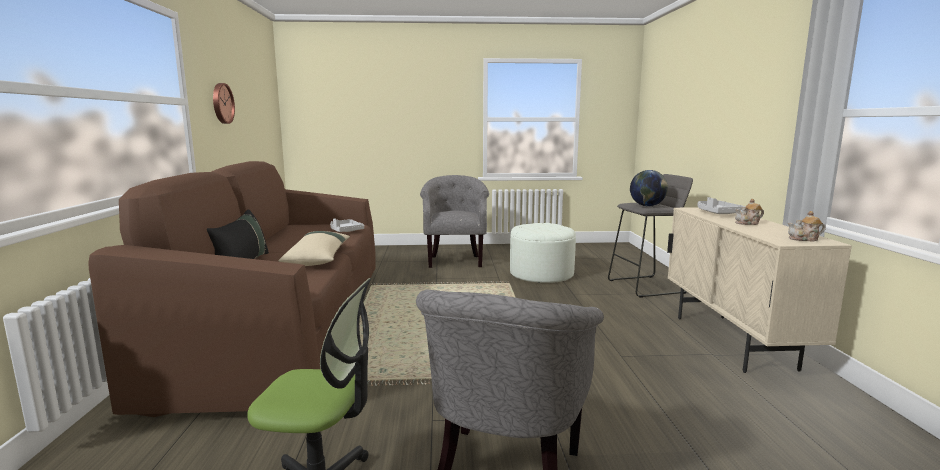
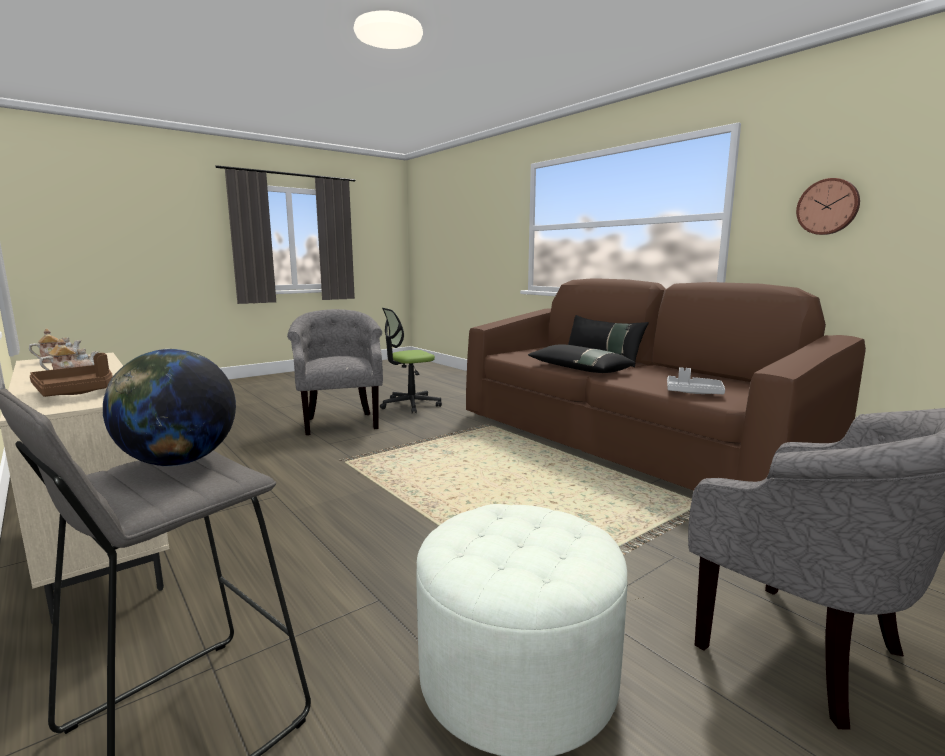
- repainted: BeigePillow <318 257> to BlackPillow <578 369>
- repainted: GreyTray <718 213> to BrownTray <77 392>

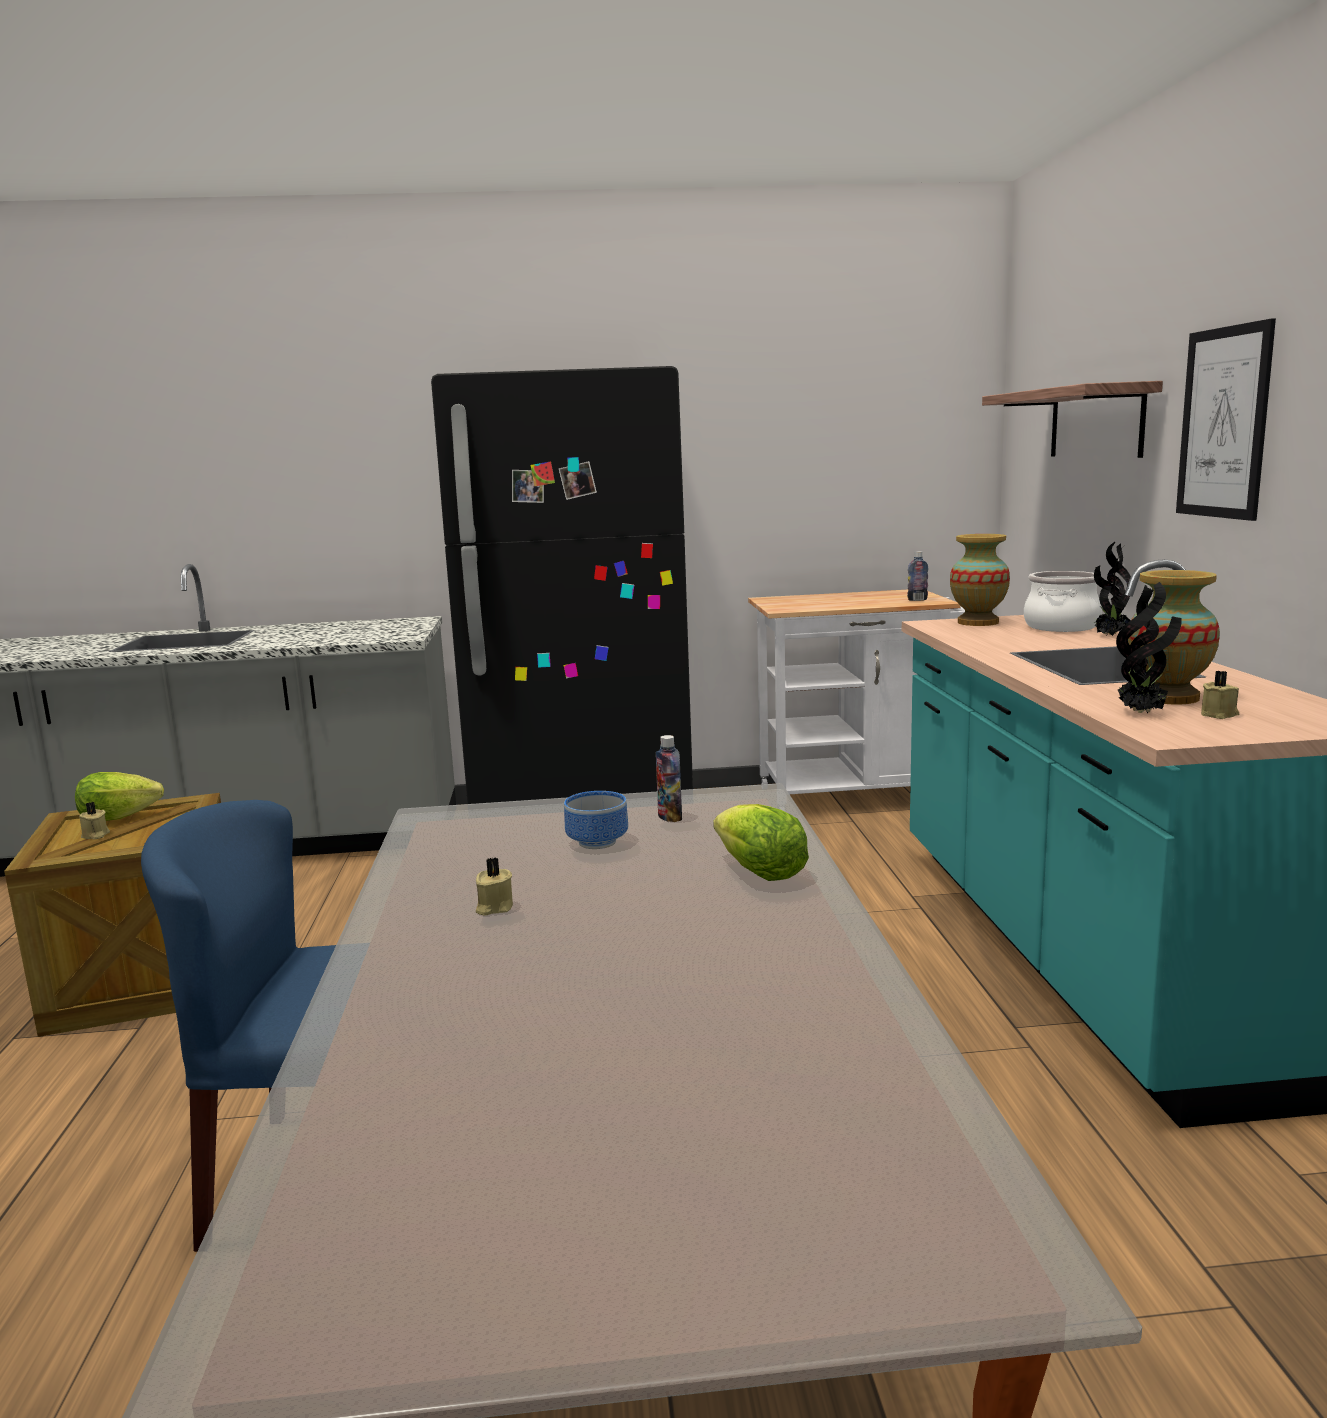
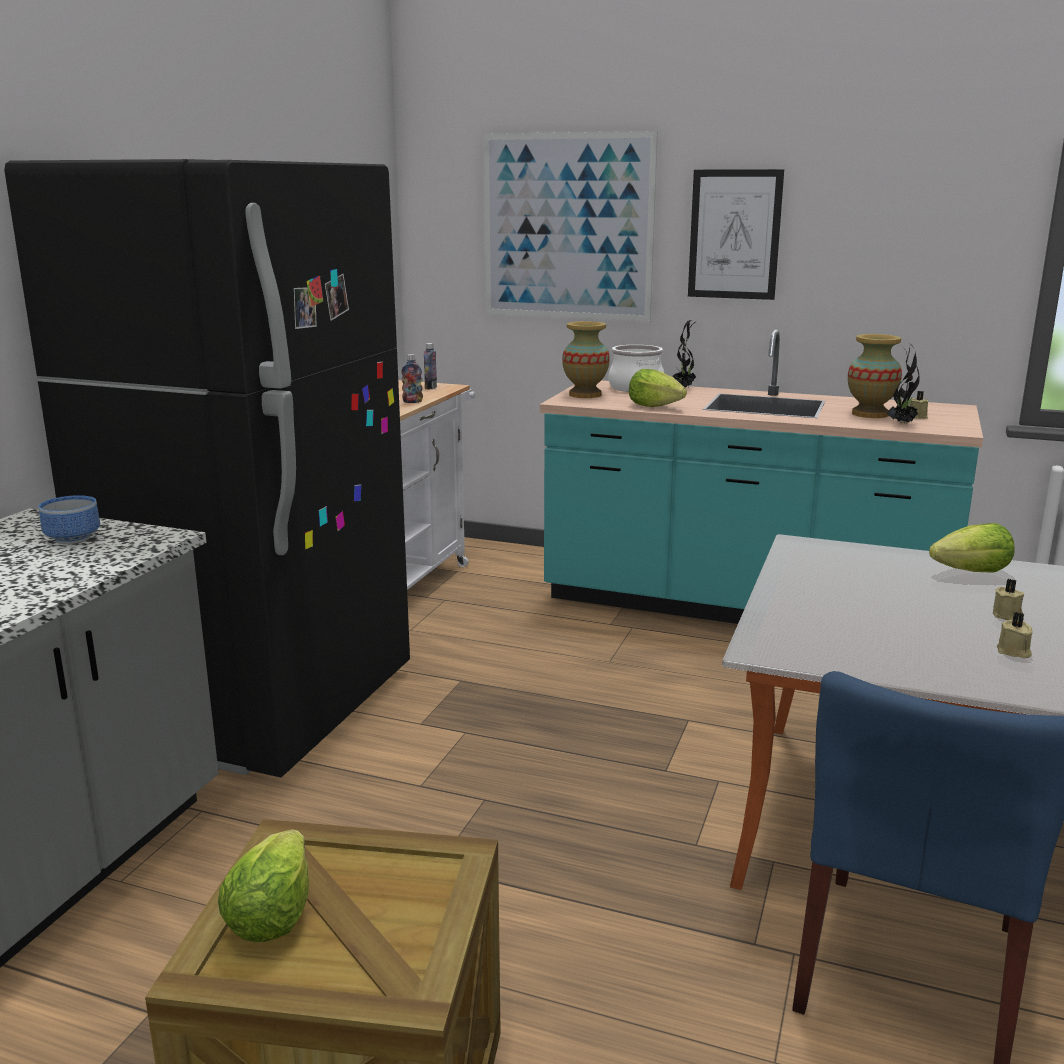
- shifted: BeigeCandle <95 835> to <1007 615>
- shifted: Bowl <600 842> to <75 538>
- shifted: Bottle <670 817> to <412 402>
- swapped: Shelf <1096 422> to Picture <567 227>
- new: Lettuce <654 406>

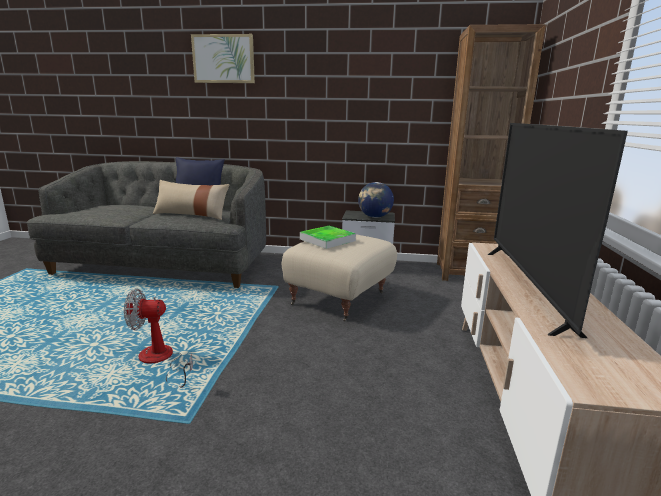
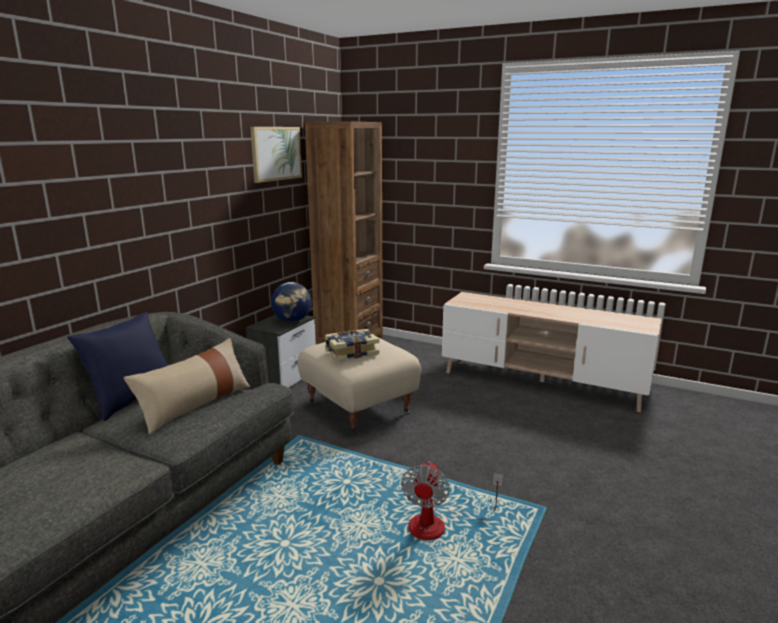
- shifted: Picture <223 59> to <276 153>
- swapped: Tray <327 240> to Book <351 352>
- gone: Television <526 286>

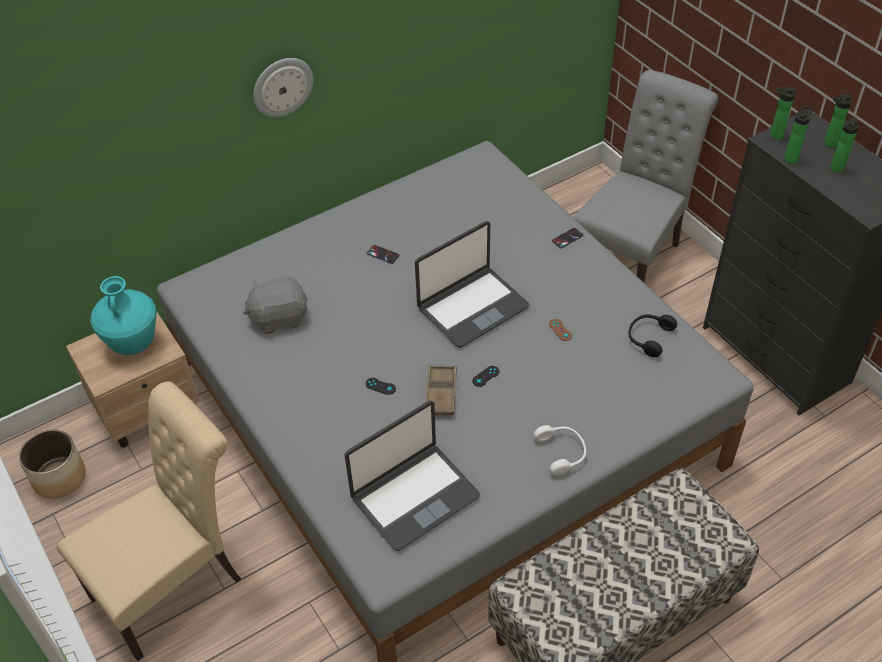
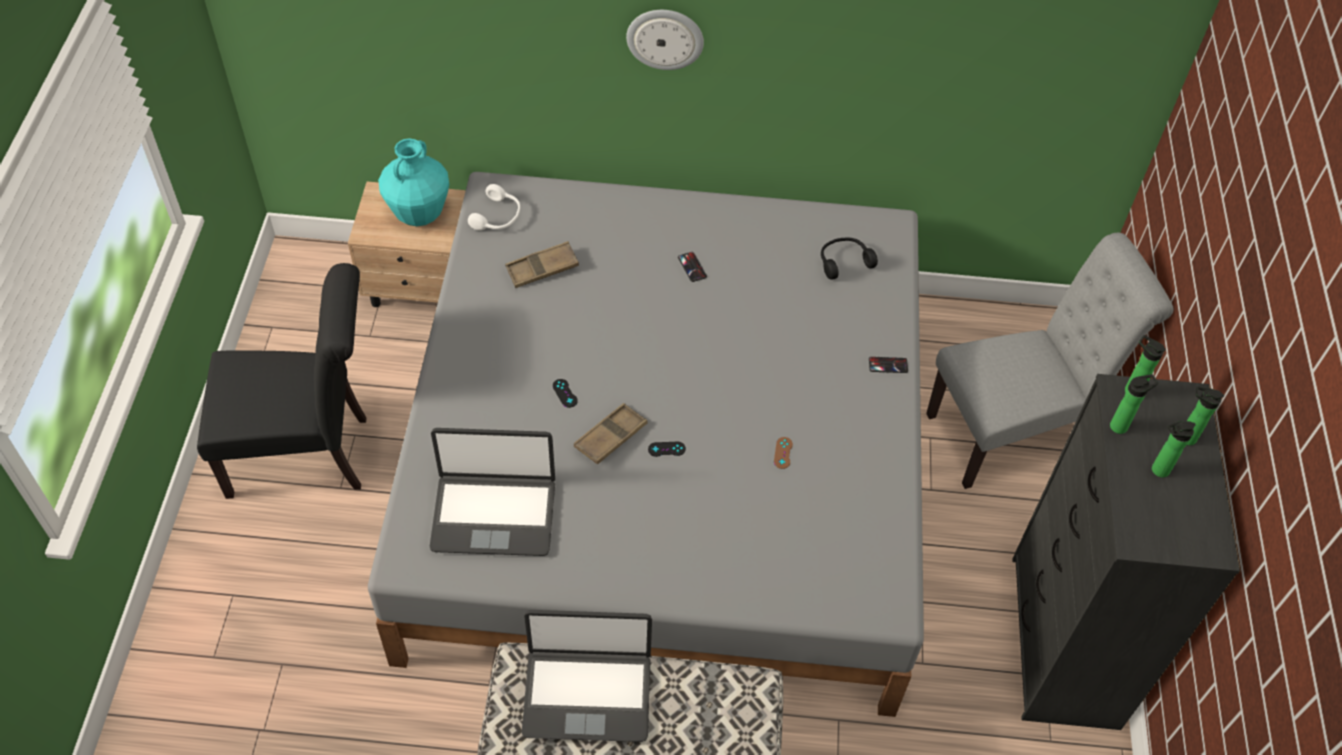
- gone: Planter <59 477>
- repainted: BeigeChair <175 583> to BlackChair <308 455>
- swapped: GreyPlushToy <279 317> to BrownTray <542 268>
- shifted: Laptop <472 307> to <587 694>
- shifted: WhiteHeadphones <562 452> to <498 217>
- shifted: BlackHeadphones <648 337> to <844 261>

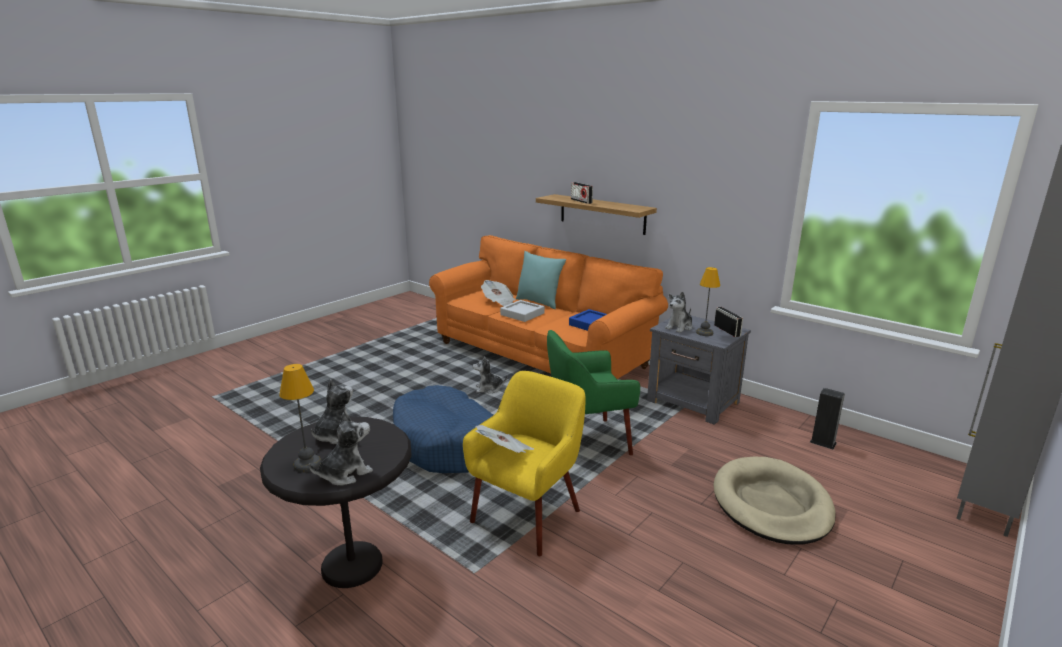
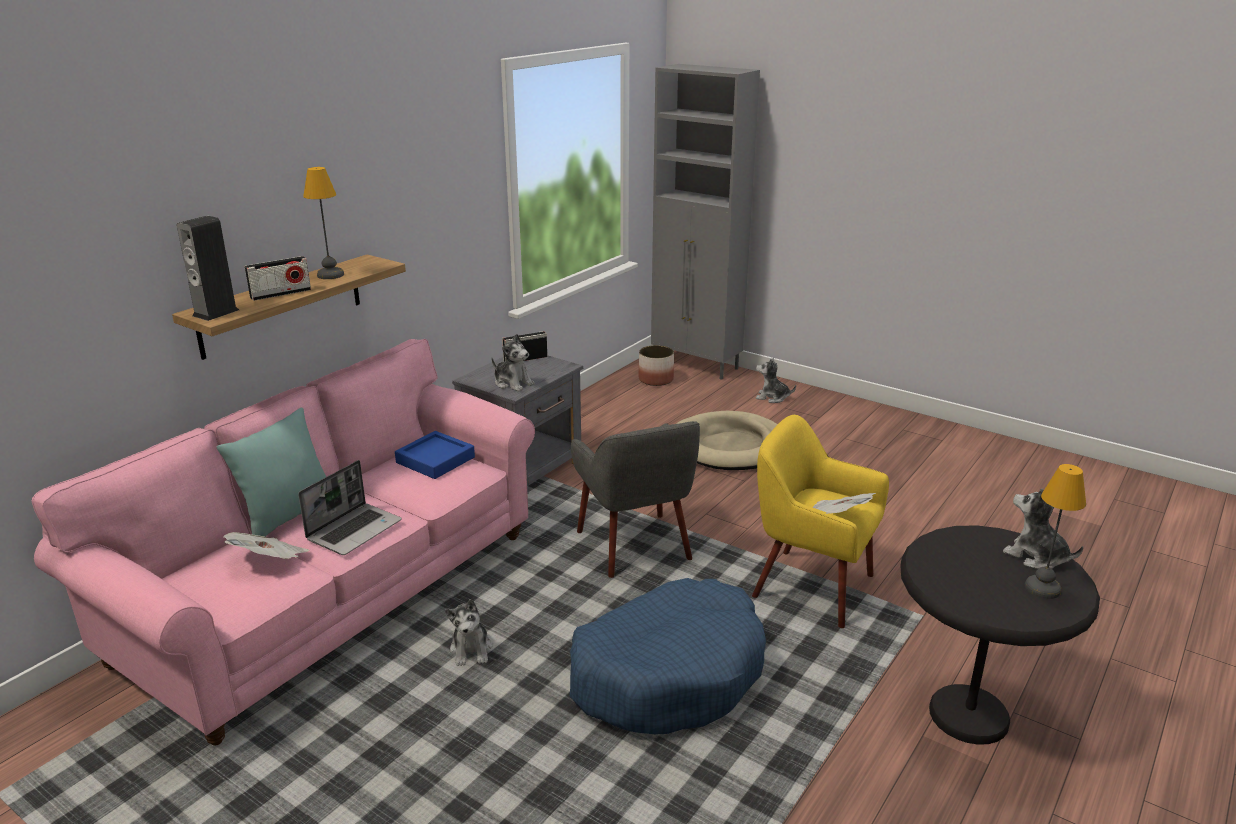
- shifted: PlushToy <335 435> to <772 397>
- repainted: OrangeSofa <541 355> to PinkSofa <333 597>
- swapped: GreyTray <522 314> to Laptop <354 530>
- repainted: GreenArmchair <587 441> to GreyArmchair <635 546>
- shifted: TableLamp <704 333> to <331 275>
- shifted: Speaker <823 442> to <216 313>
- new: Planter <655 379>

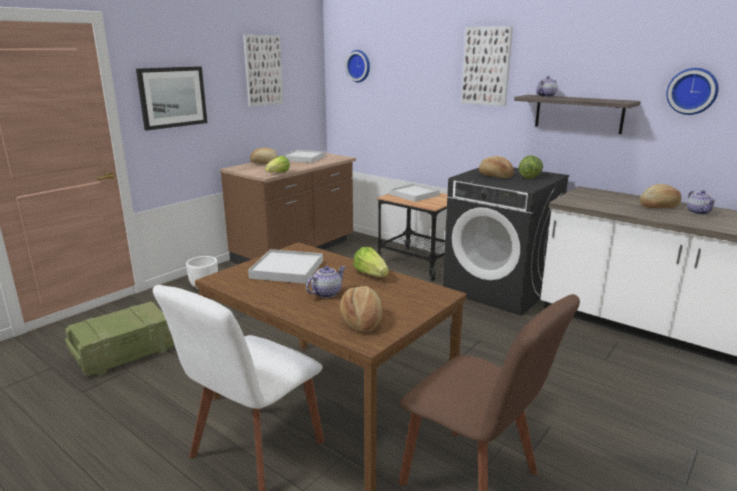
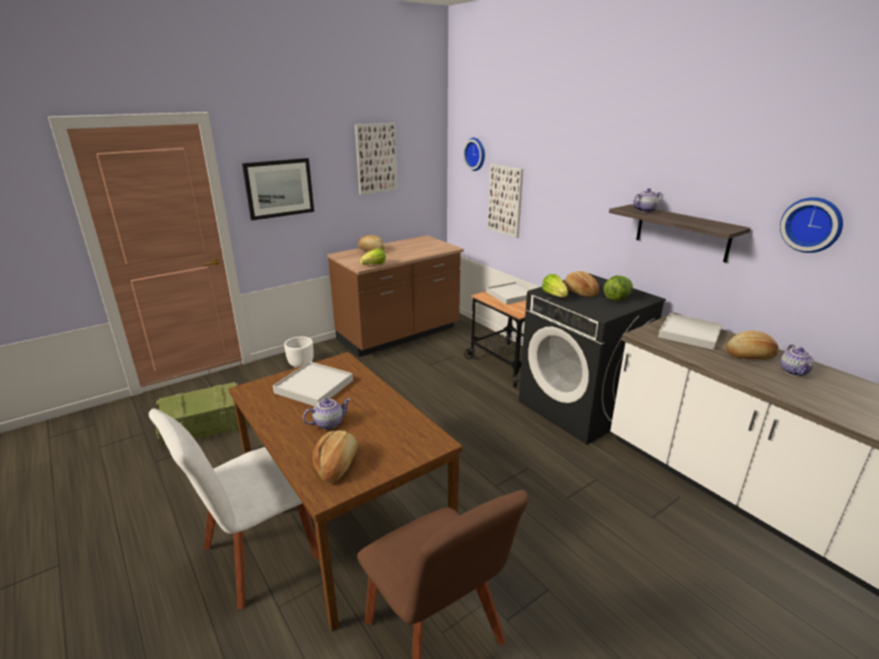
- shifted: WhiteTray <303 158> to <689 333>
- shifted: Lettuce <371 275> to <554 295>
- shifted: Picture <486 66> to <505 200>

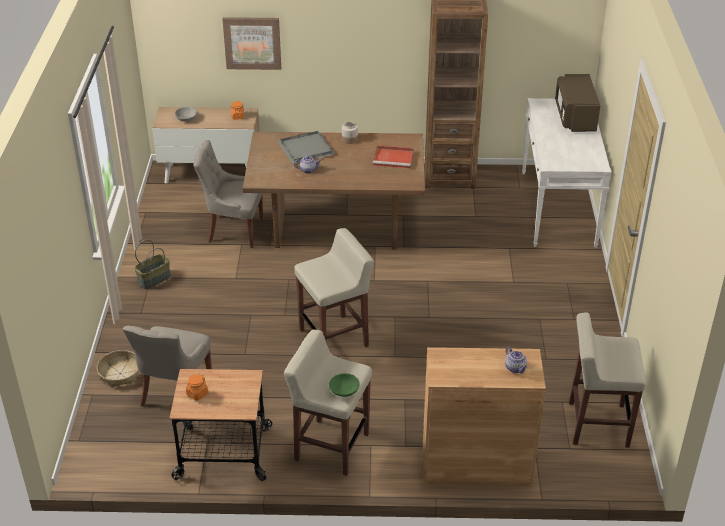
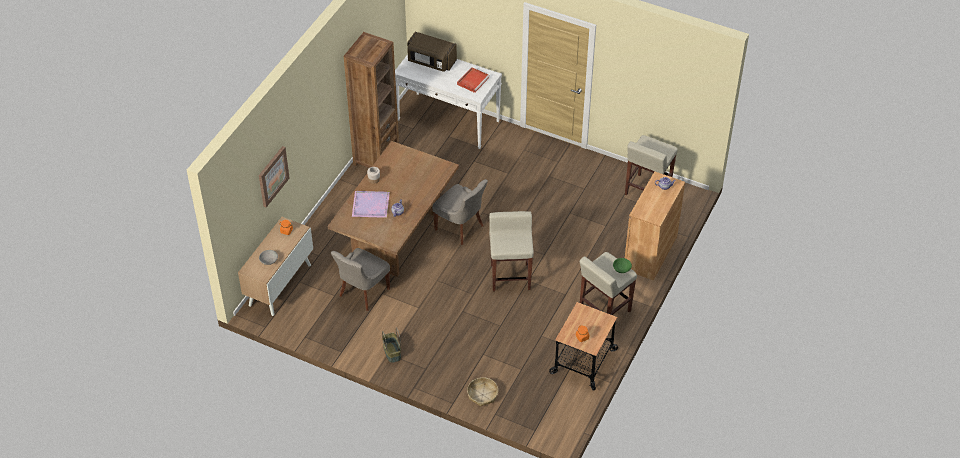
- shifted: GreyChair <174 393> to <460 227>
- repainted: GreyTray <305 150> to PurpleTray <371 205>
- shifted: RedTray <394 159> to <473 80>

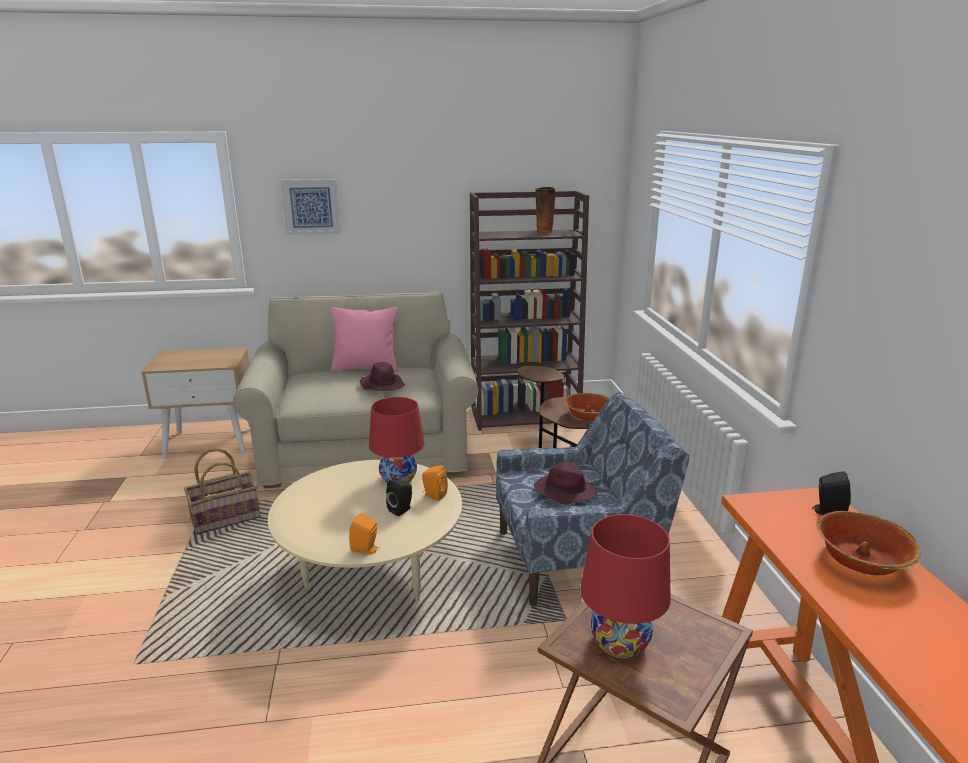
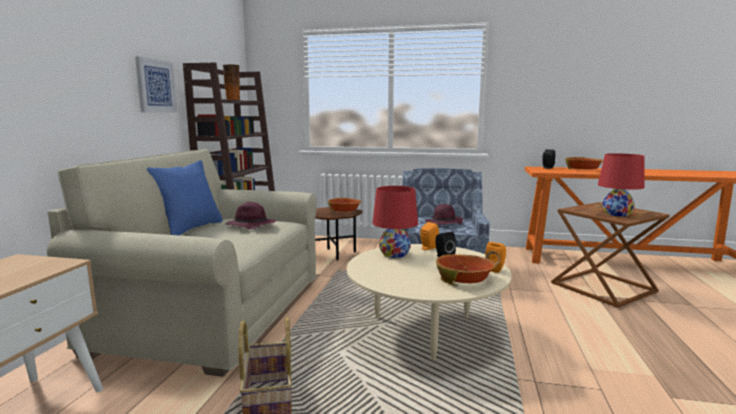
- shifted: Picture <311 207> to <155 86>
- repainted: PinkPillow <366 368> to BluePillow <191 228>
- new: Bowl <465 279>

